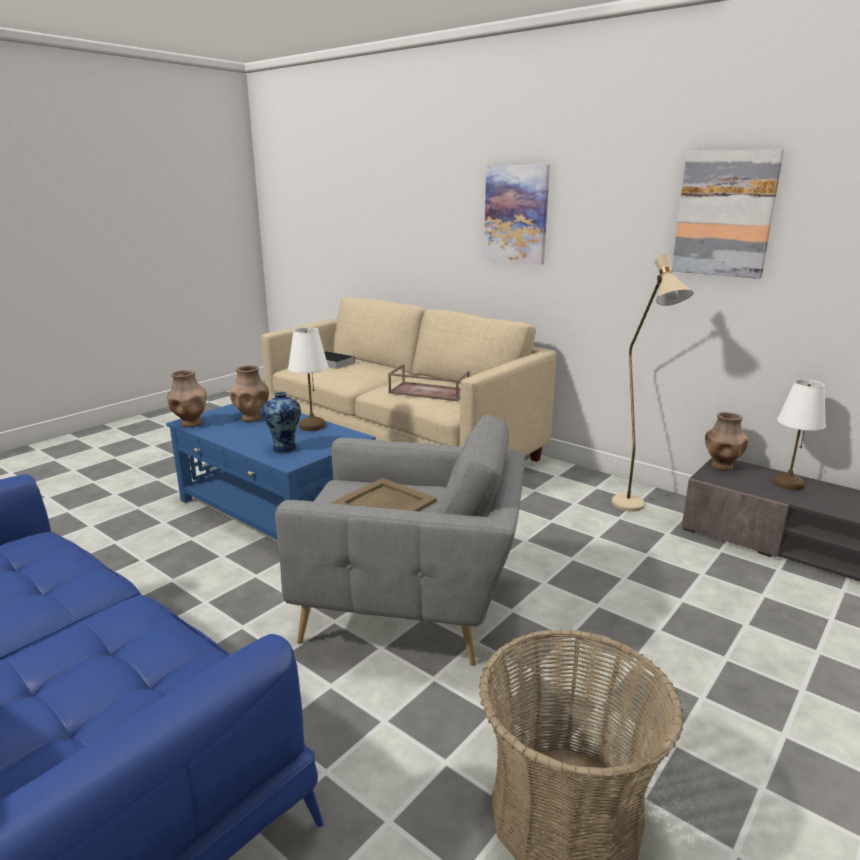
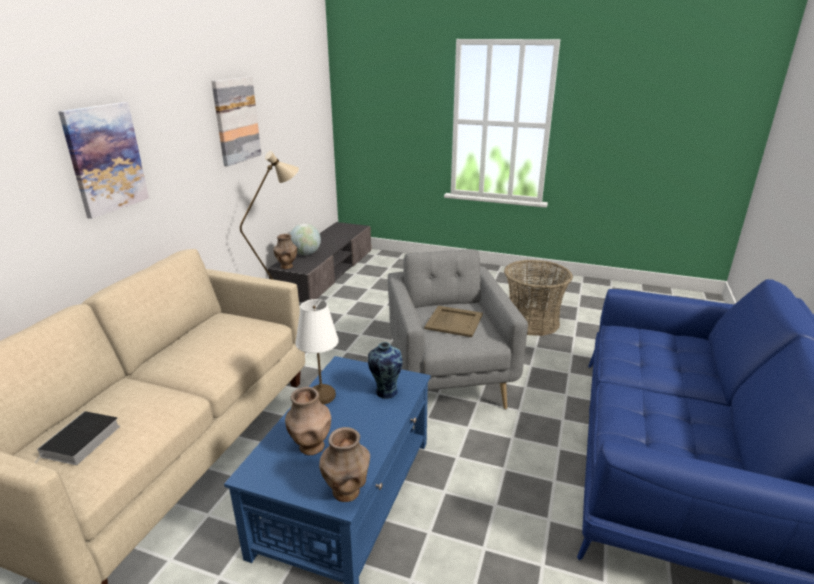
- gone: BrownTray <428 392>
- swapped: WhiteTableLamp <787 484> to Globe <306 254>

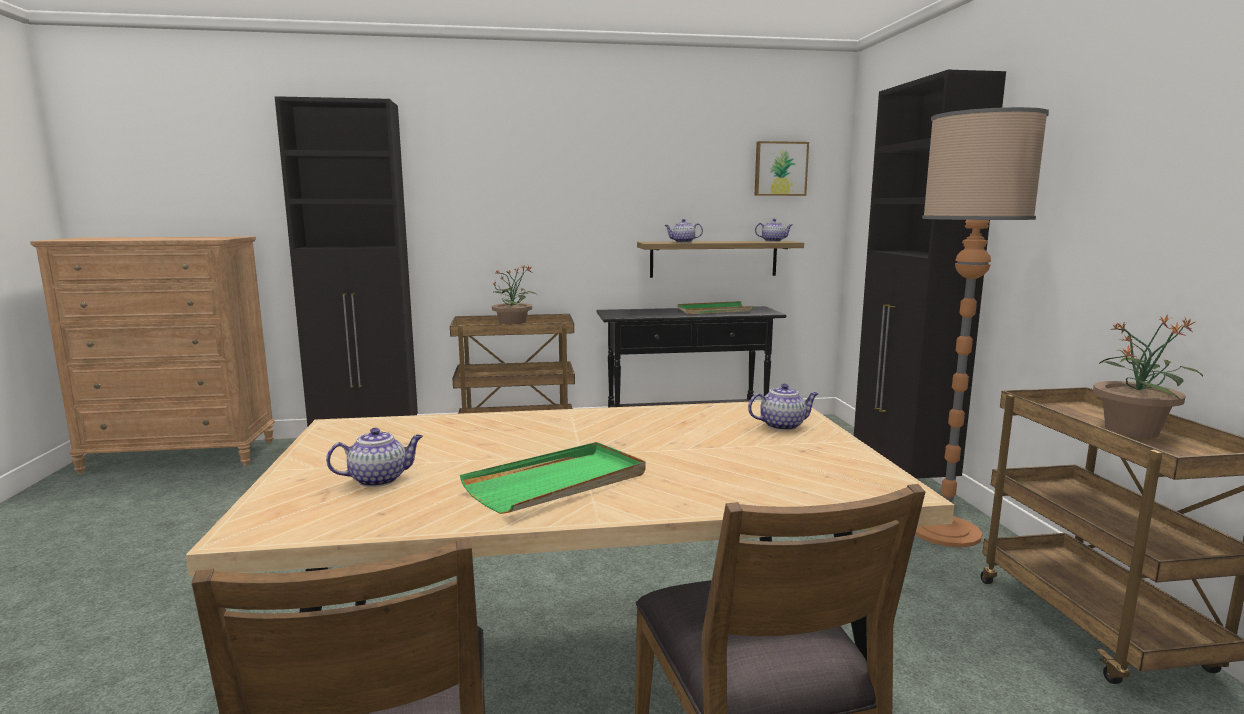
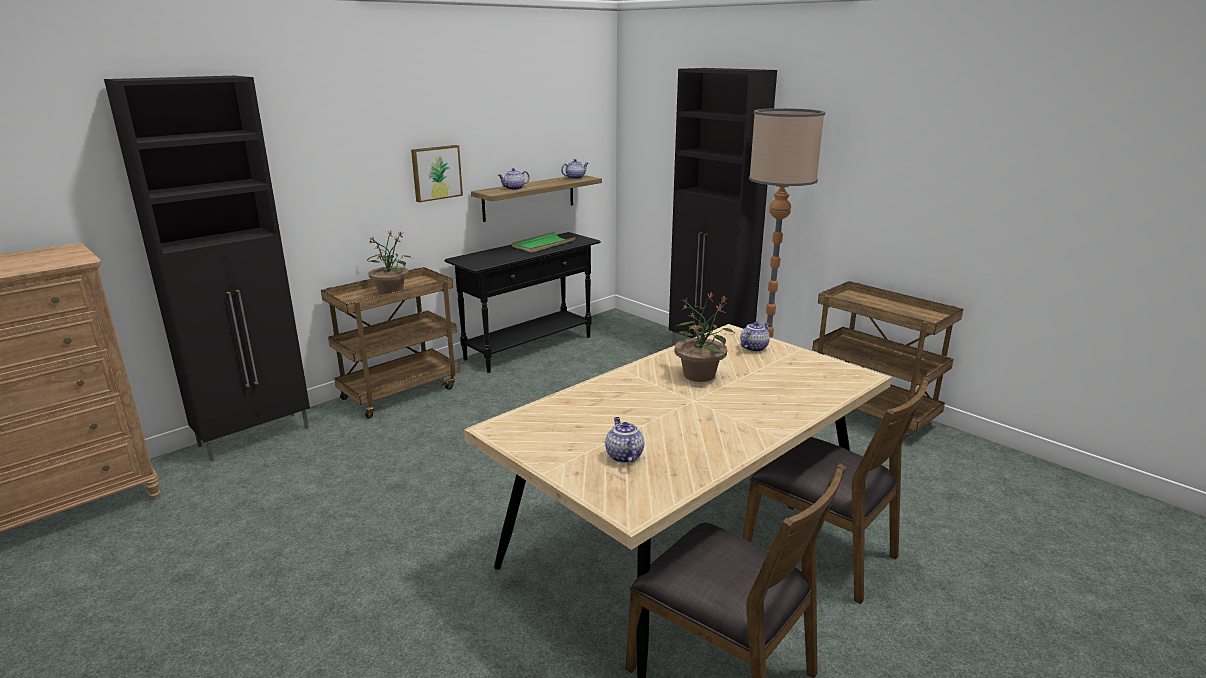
- rotated: Teapot <379 479> = <623 456> 45 degrees counterclockwise
- gone: GreenTray <558 483>
- shifted: Picture <780 169> to <436 172>
- shifted: PottedPlant <1132 430> to <699 374>

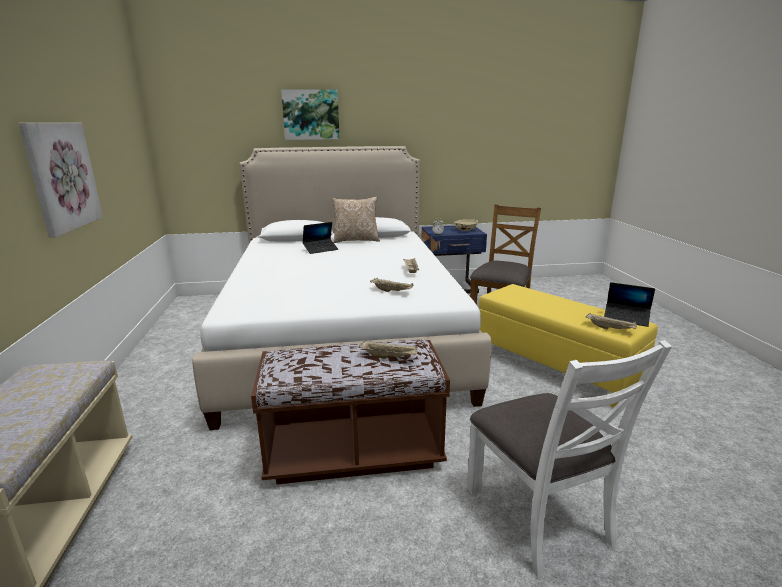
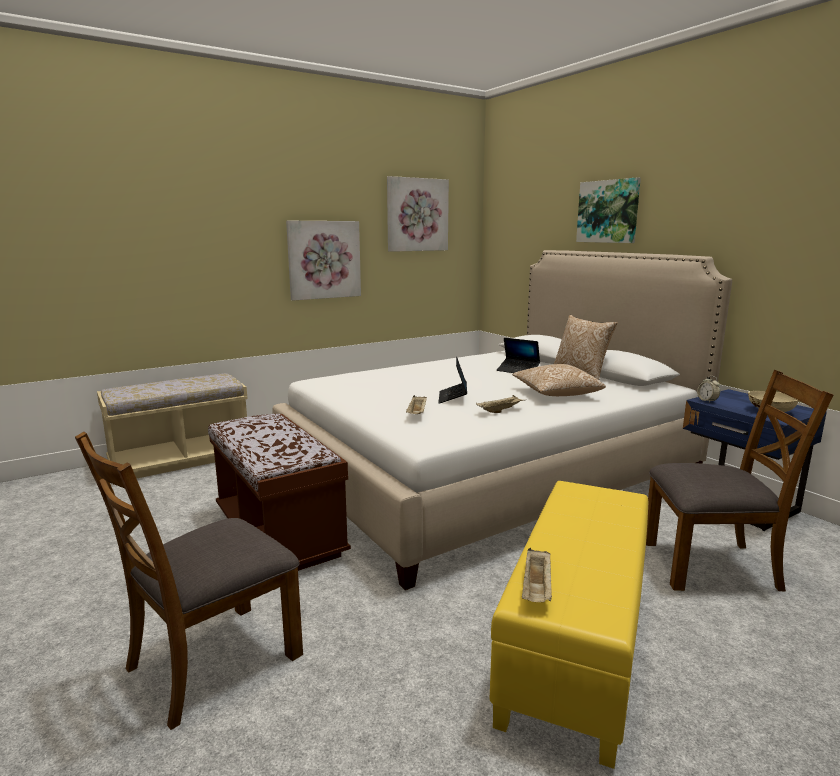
- gone: BeigeTray <390 357>
- repainted: WhiteChair <539 515> to BrownChair <212 661>
- shifted: Laptop <626 318> to <453 397>
- new: Picture <417 215>
- new: Pillow <555 394>

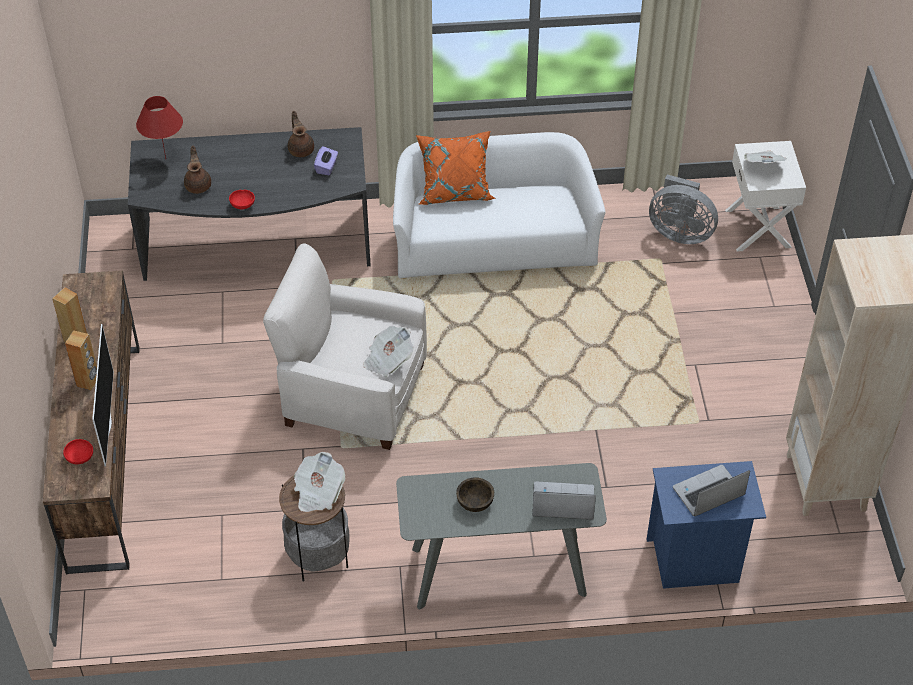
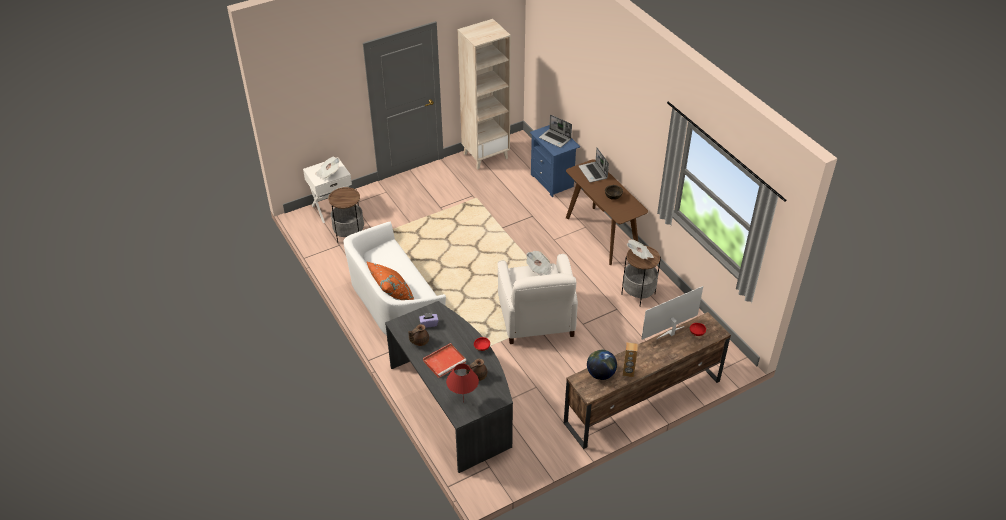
- gone: BrownSpeaker <88 381>
- repainted: GreyConsoleTable <498 572> to BrownConsoleTable <602 235>
- swapped: GreyFan <680 232> to SideTable <349 234>
- new: RedTray <445 361>
- new: Globe <600 374>

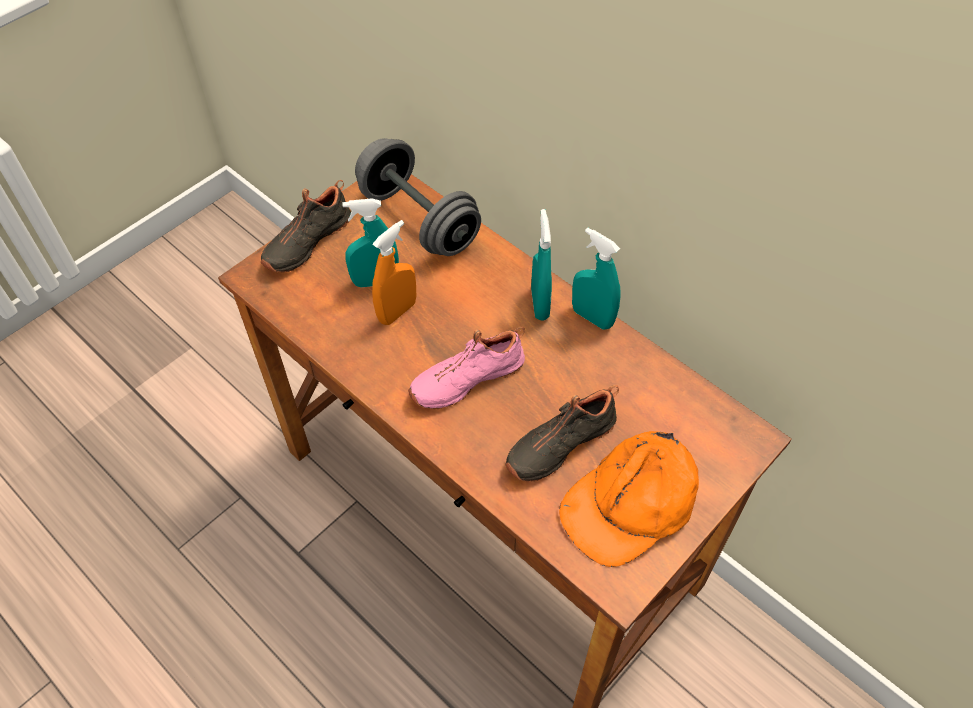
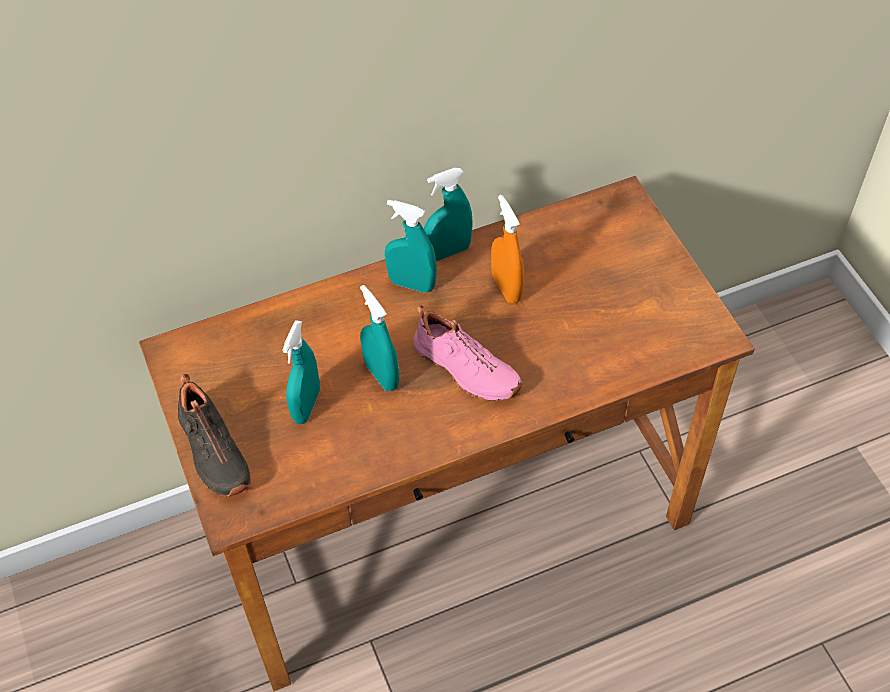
- gone: GreyDumbbell <419 220>
- shifted: OrangeSprayBottle <397 312> to <506 288>
- rotated: PinkShoe <466 377> = <465 370> 45 degrees counterclockwise
- gone: BlackShoe <559 442>
- gone: OrangeCap <631 503>
- new: TurquoiseSprayBottle <381 375>

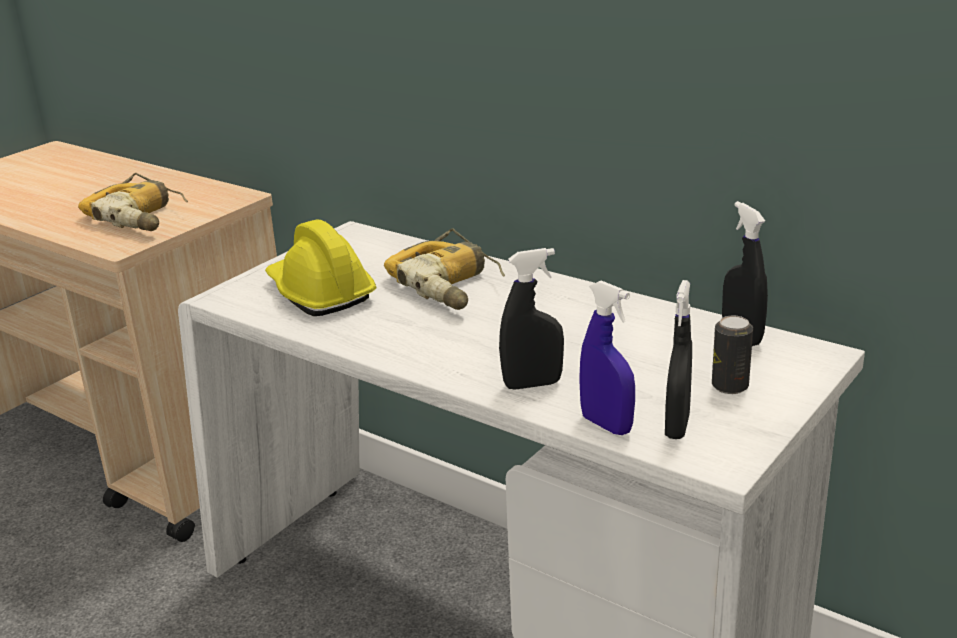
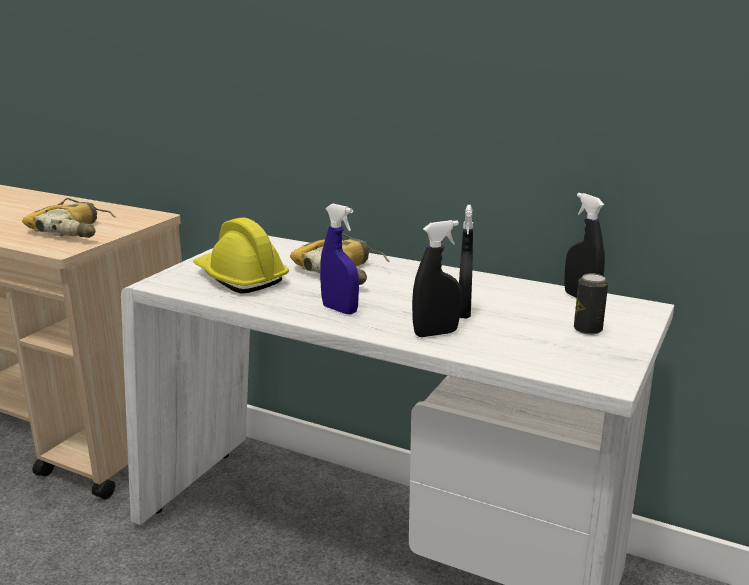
- shifted: BlueSprayBottle <606 425> to <340 310>
- shifted: BlackSprayBottle <677 426> to <464 312>

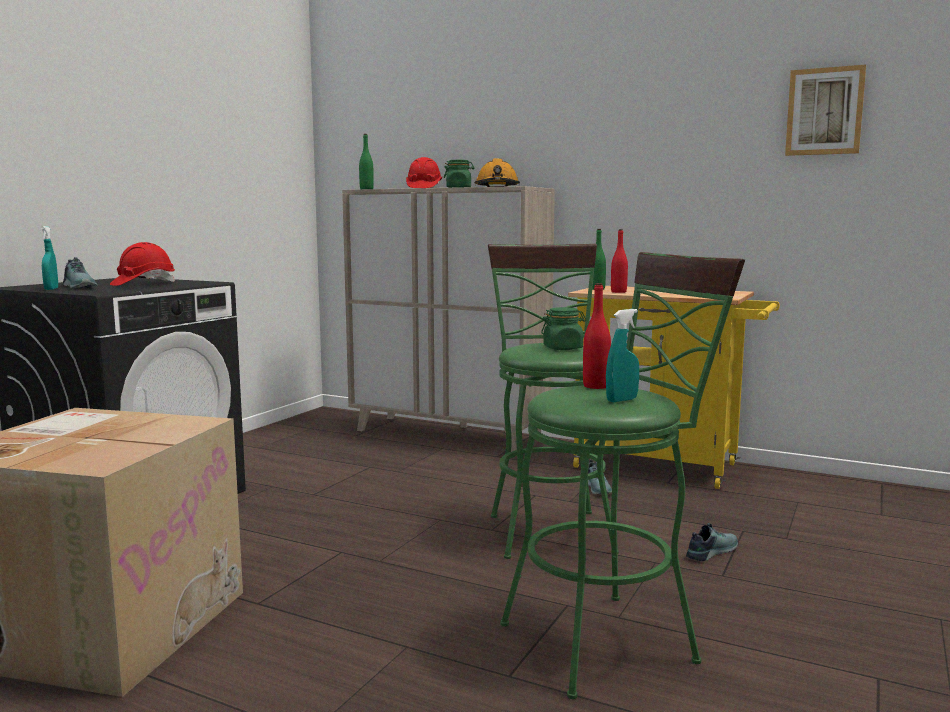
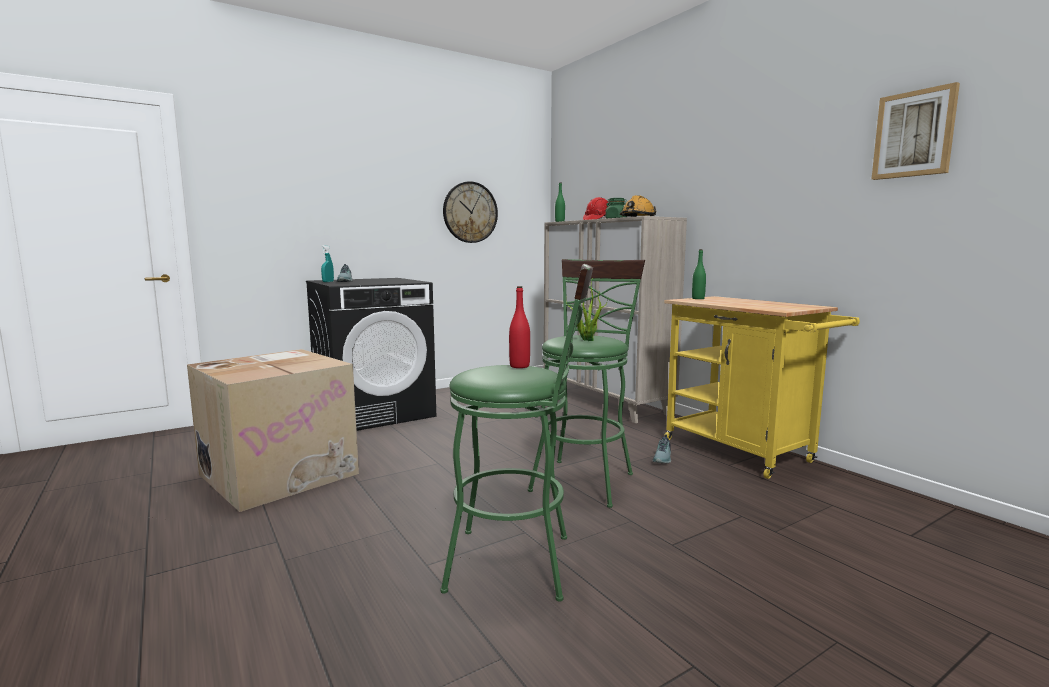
- gone: RedHardHat <143 284>
- swapped: GreenJar <563 348> to PottedPlant <587 340>
- gone: TurquoiseSprayBottle <622 400>
- gone: RedBottle <618 292>
- gone: Shoe <710 551>
- new: WallClock <470 212>

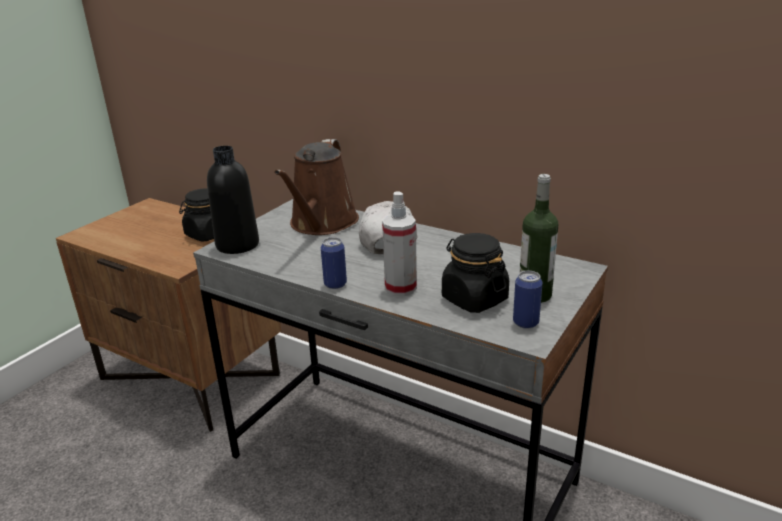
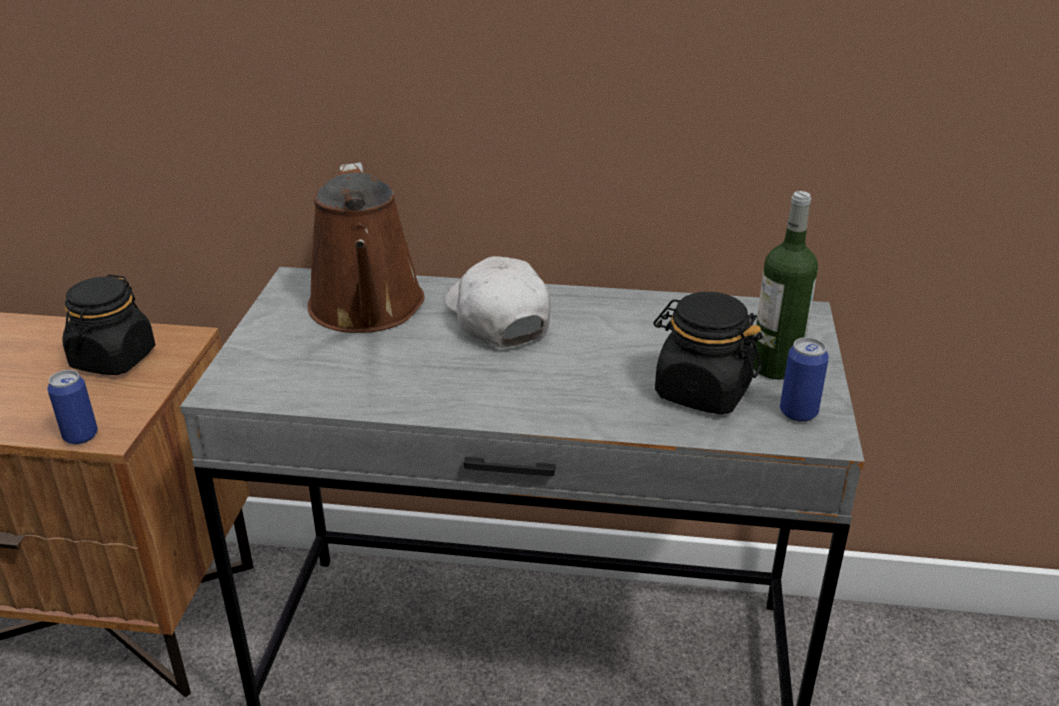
- gone: BlackBottle <237 245>
- shifted: Can <335 284> to <80 436>
- gone: SprayBottle <400 288>

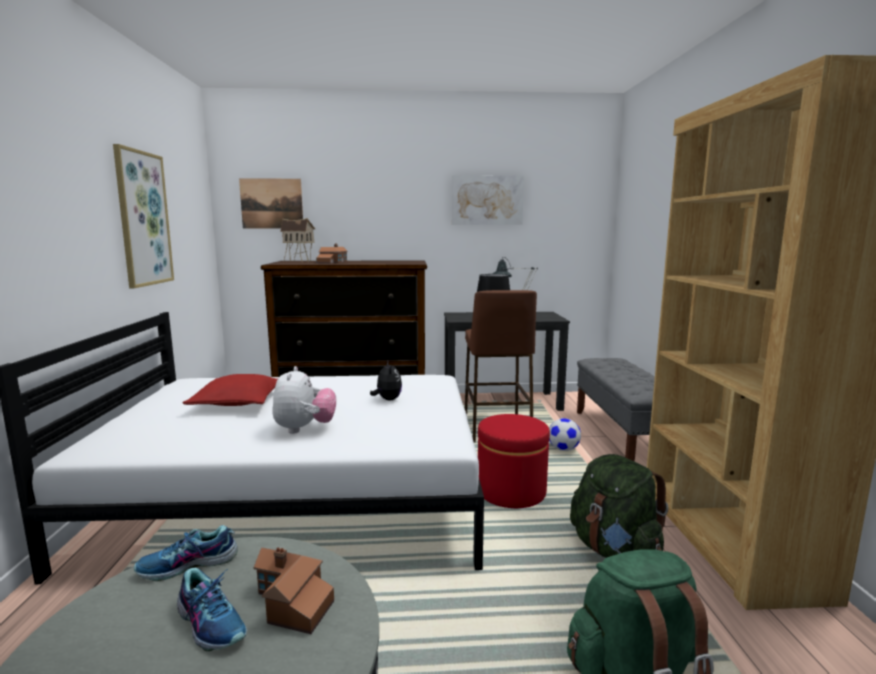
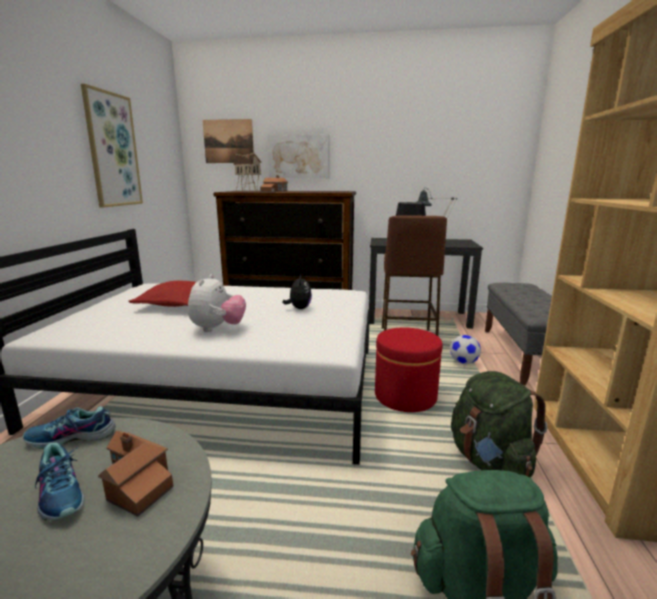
- shifted: Picture <487 200> to <299 157>

